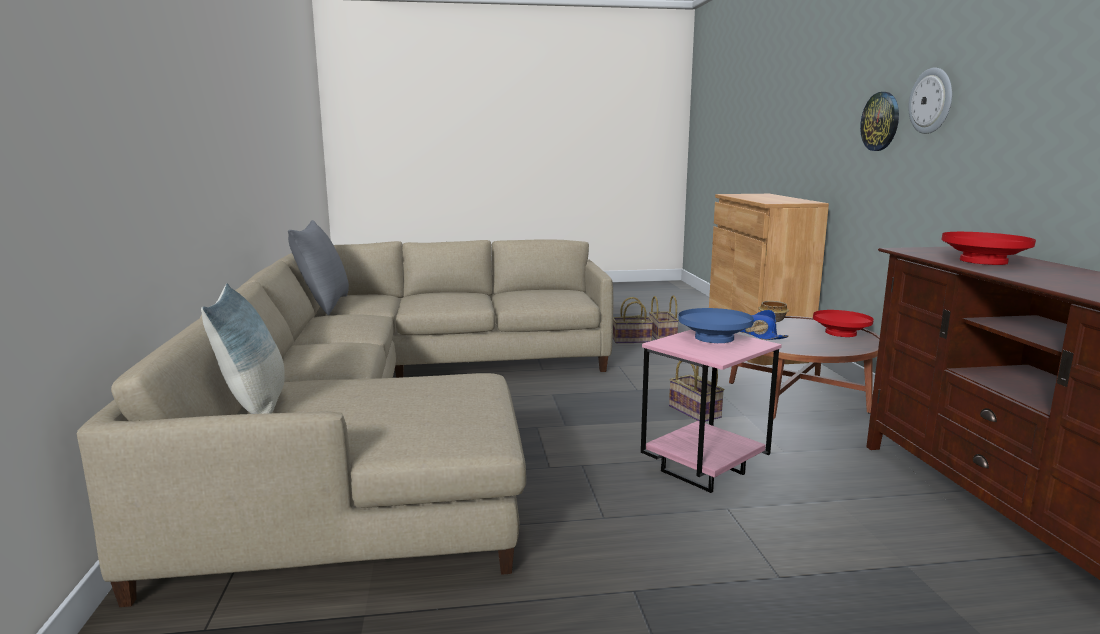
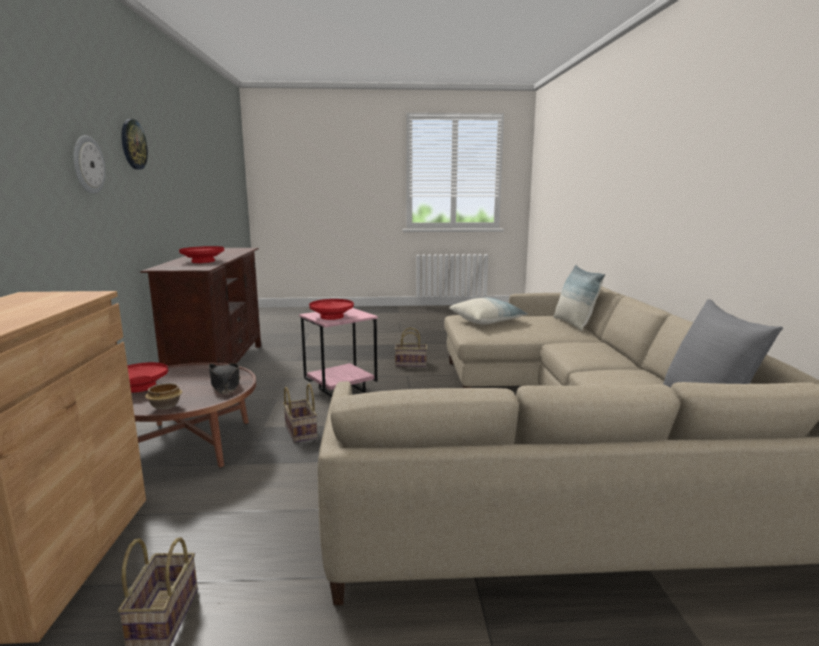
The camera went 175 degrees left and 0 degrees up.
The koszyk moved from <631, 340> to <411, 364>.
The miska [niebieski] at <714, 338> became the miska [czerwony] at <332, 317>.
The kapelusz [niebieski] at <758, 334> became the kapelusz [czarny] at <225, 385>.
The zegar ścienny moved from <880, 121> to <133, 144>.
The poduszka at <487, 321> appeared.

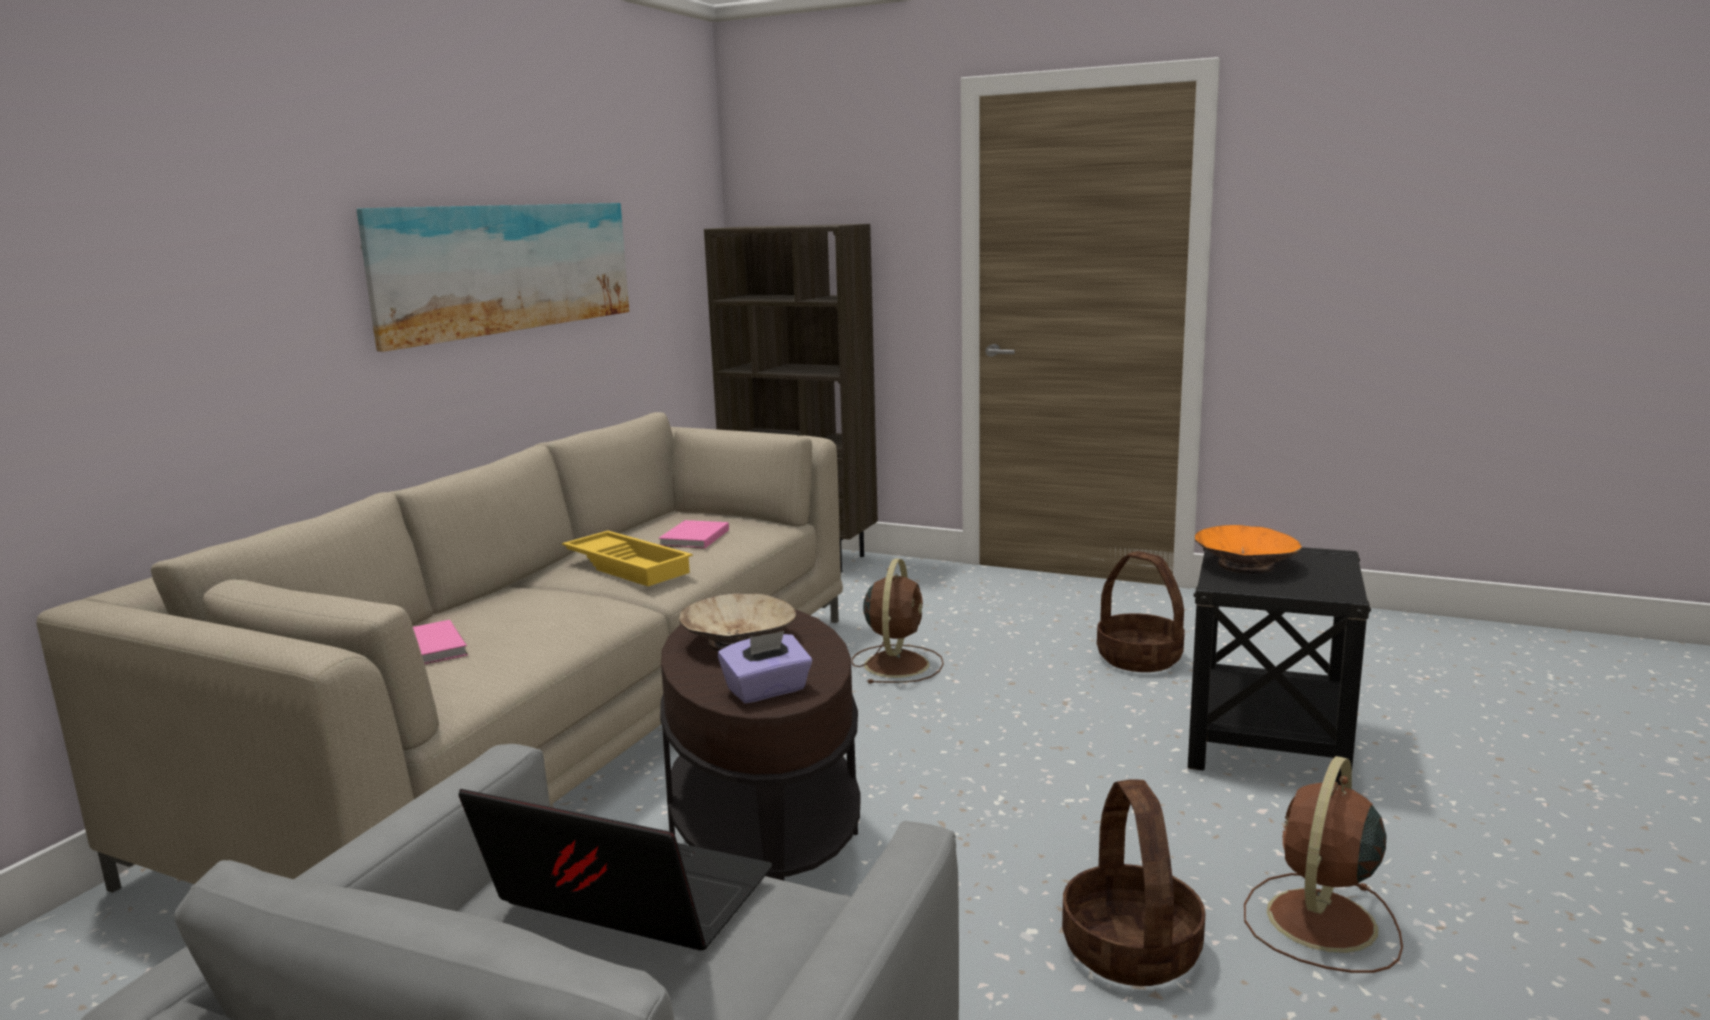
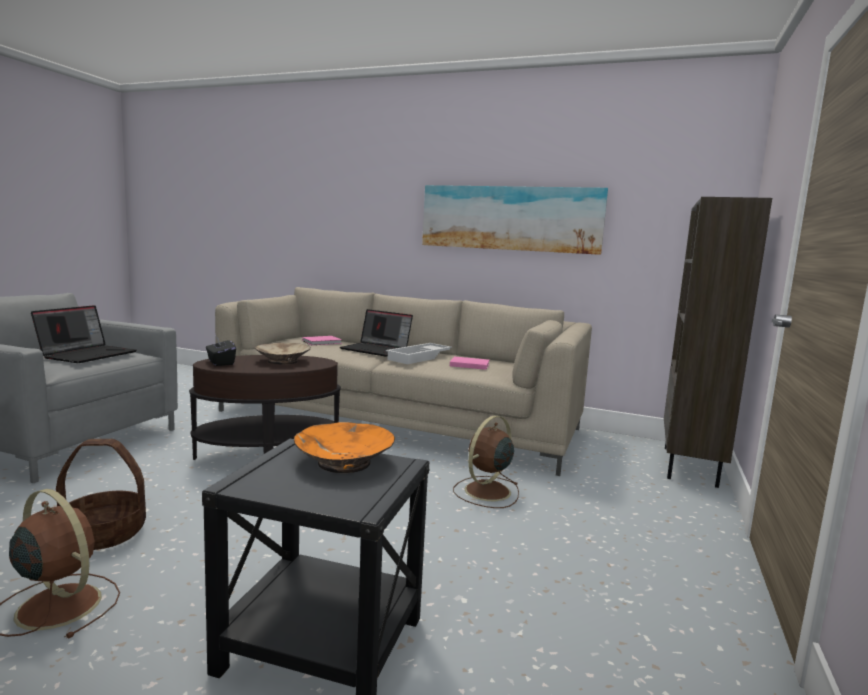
The camera went 85 degrees right and 5 degrees down.
The taca [żółty] at <630, 566> became the taca [biały] at <419, 358>.
The pudełko chusteczek [fioletowy] at <767, 691> became the pudełko chusteczek [czarny] at <220, 363>.
The wentylator [brązowy] at <897, 663> turned 120 degrees clockwise.
The koszyk at <1140, 658> disappeared.
The laptop at <376, 350> appeared.

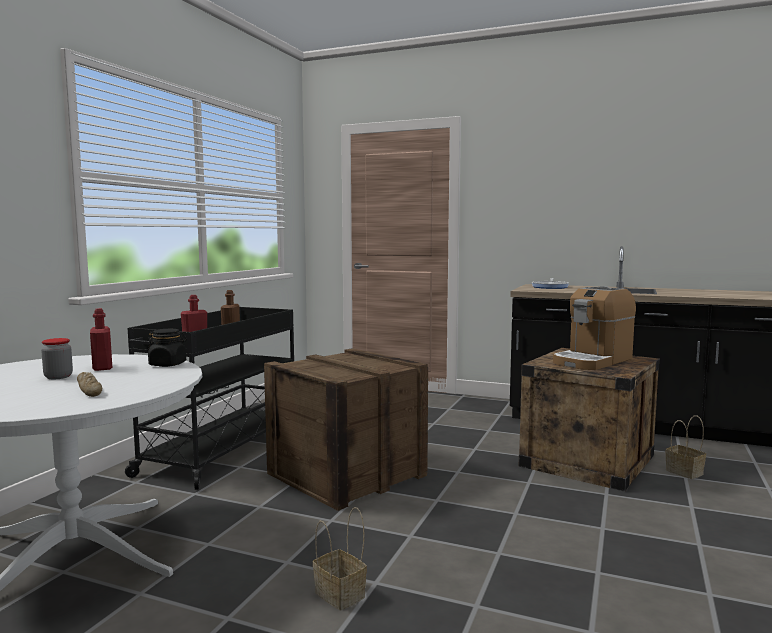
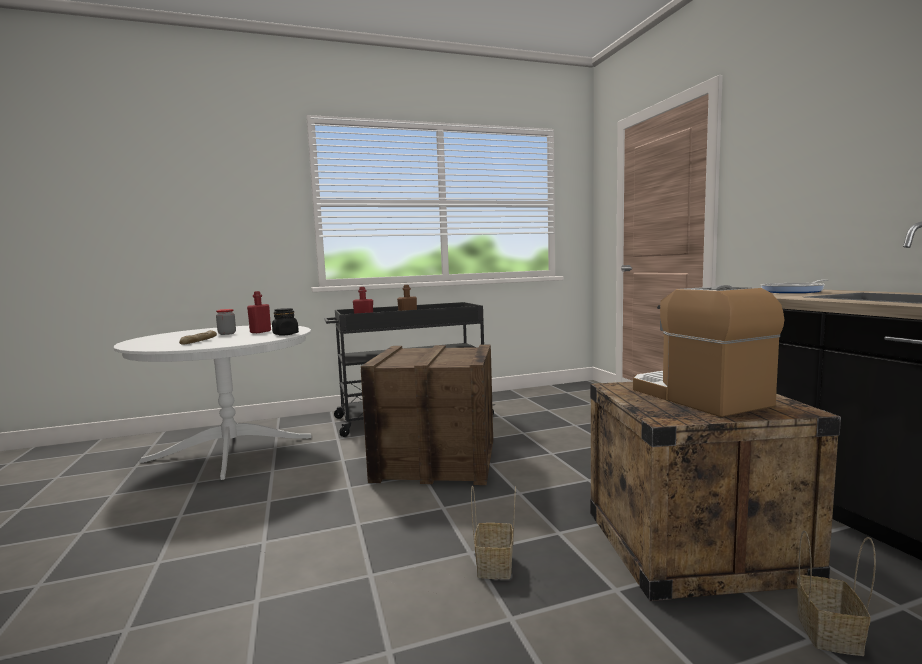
The camera went 50 degrees right and 0 degrees up.
The koszyk moved from <341, 595> to <495, 566>.
The ekspres do kawy at <592, 361> turned 60 degrees clockwise.

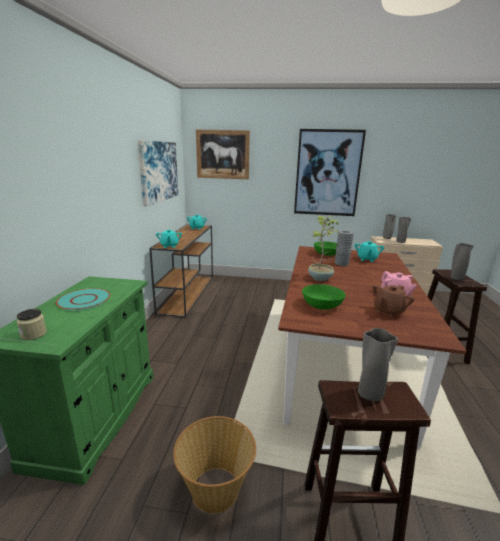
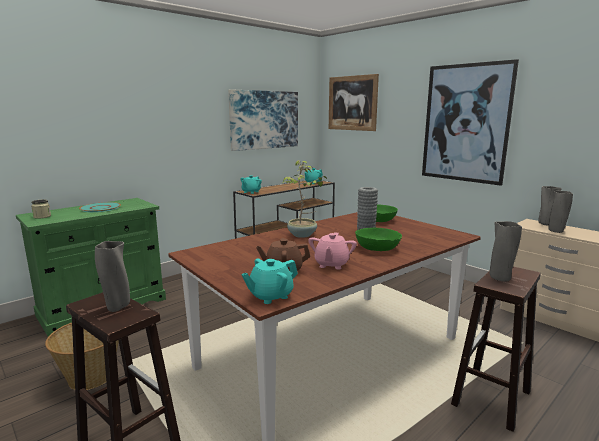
The camera went 40 degrees right and 5 degrees down.
The miska [zielony] moved from <322, 304> to <377, 247>.
The imbryk [turkusowy] moved from <367, 259> to <270, 296>.

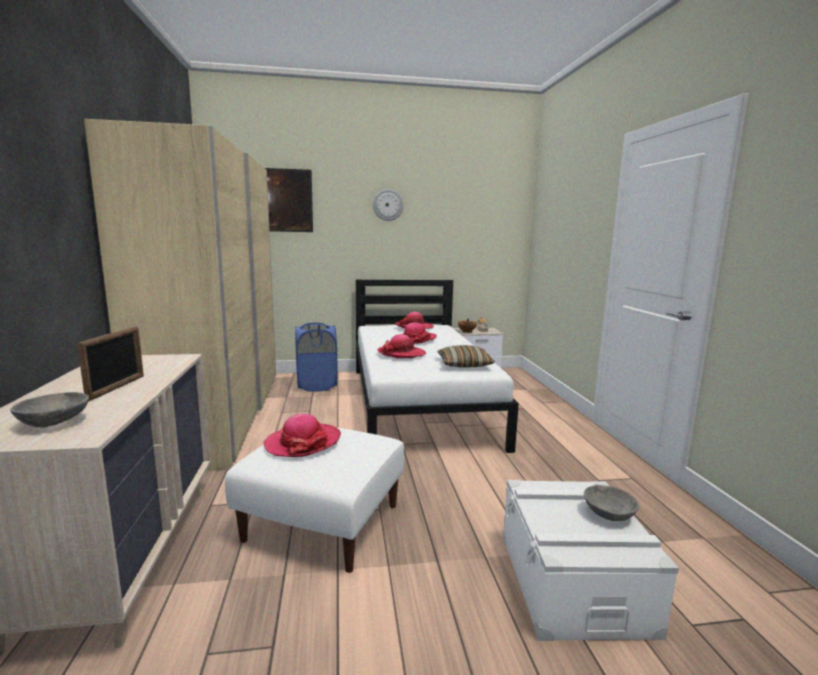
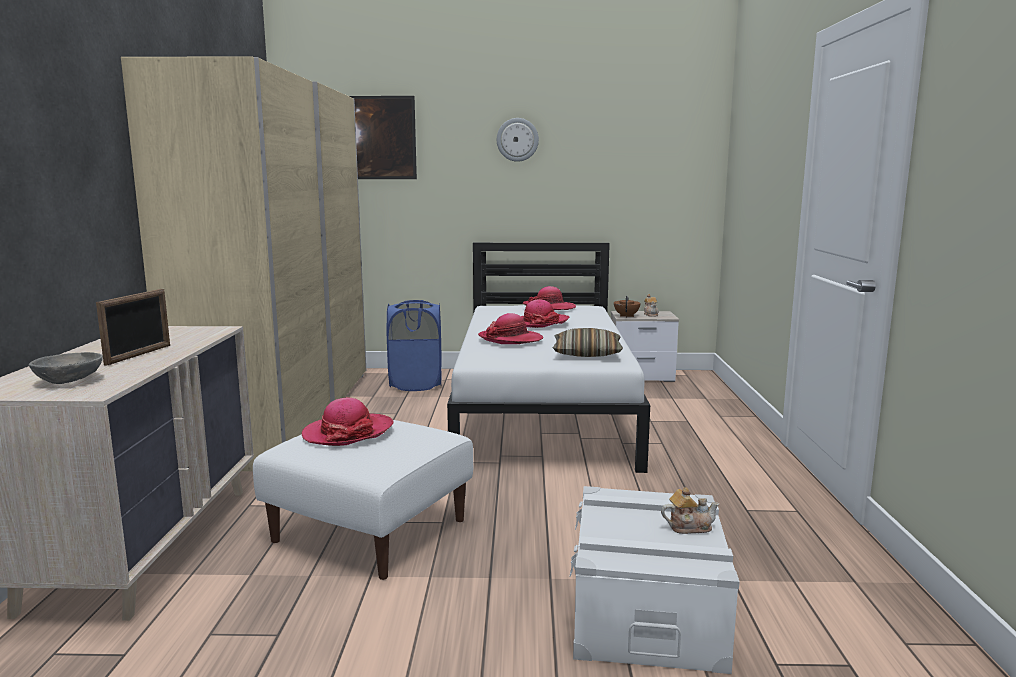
The camera went 10 degrees right and 0 degrees up.
The miska [szary] at <607, 514> was replaced by the imbryk at <688, 527>.

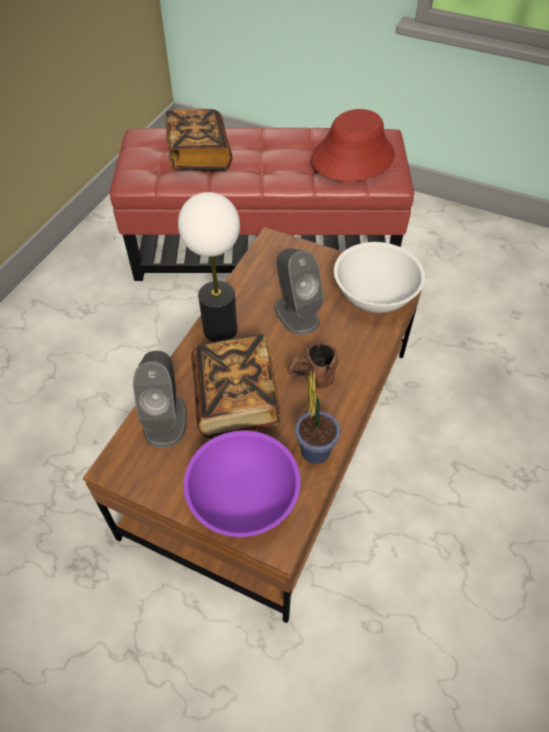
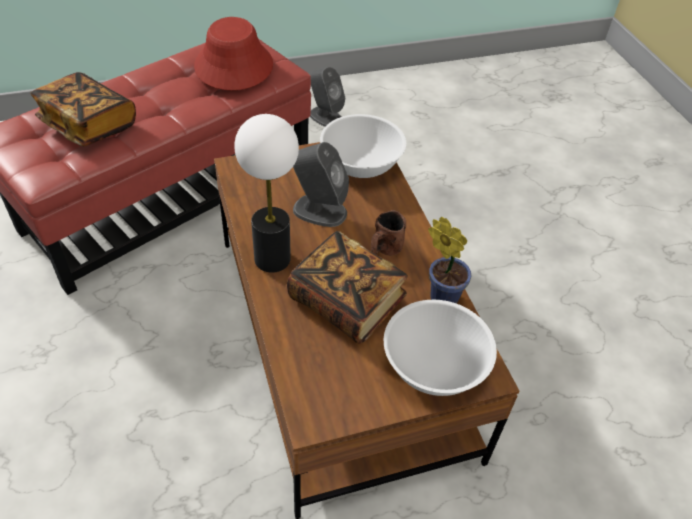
The camera went 45 degrees left and 5 degrees down.
The głośnik [szary] moved from <165, 419> to <325, 117>.
The miska [fioletowy] at <242, 499> became the miska [biały] at <433, 367>.

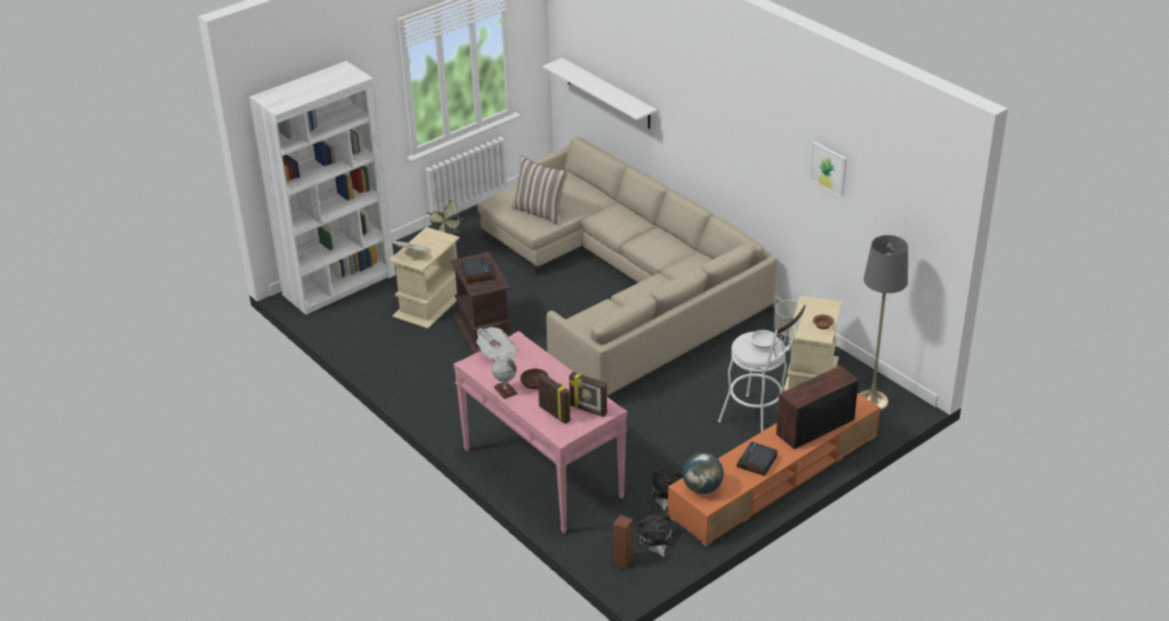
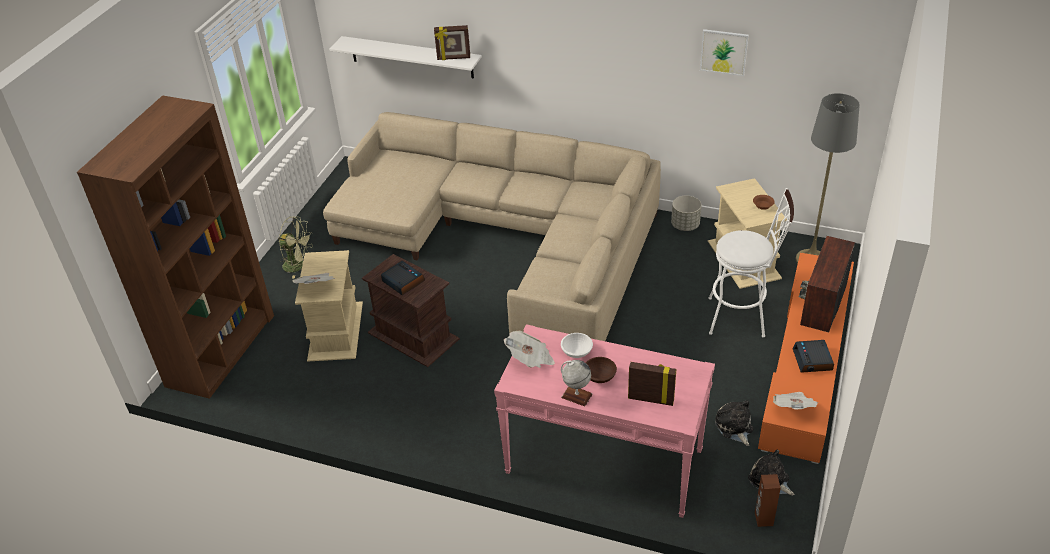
The camera went 30 degrees left and 5 degrees up.
The regał [biały] at <339, 284> became the regał [brązowy] at <221, 350>.
The poduszka at <540, 212> disappeared.
The ramka na zdjęcie moved from <588, 410> to <453, 58>.
The globus at <702, 488> was replaced by the gazeta at <793, 408>.
The miska [biały] moved from <762, 345> to <576, 352>.

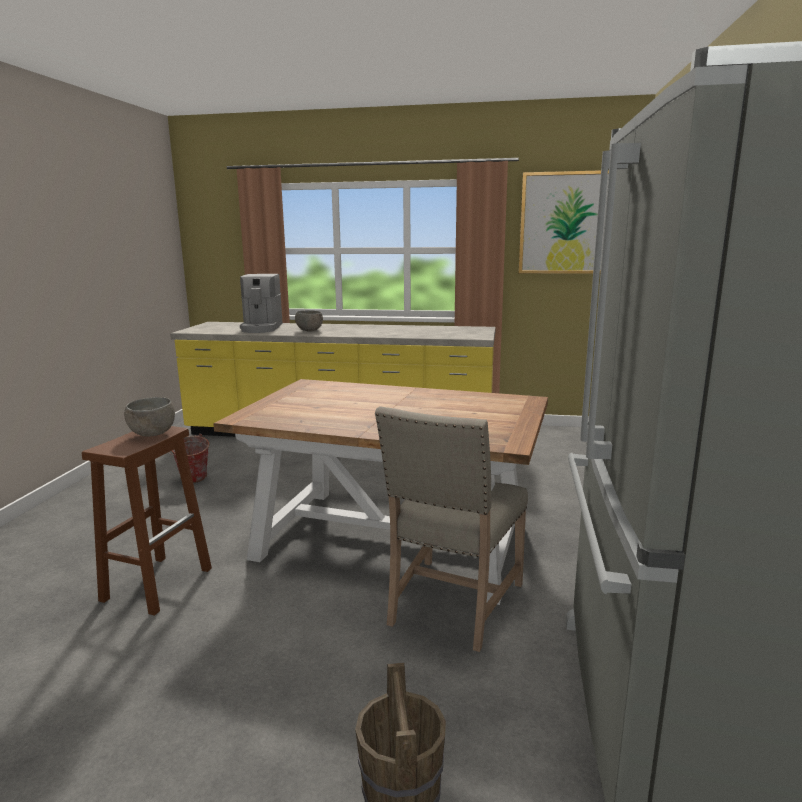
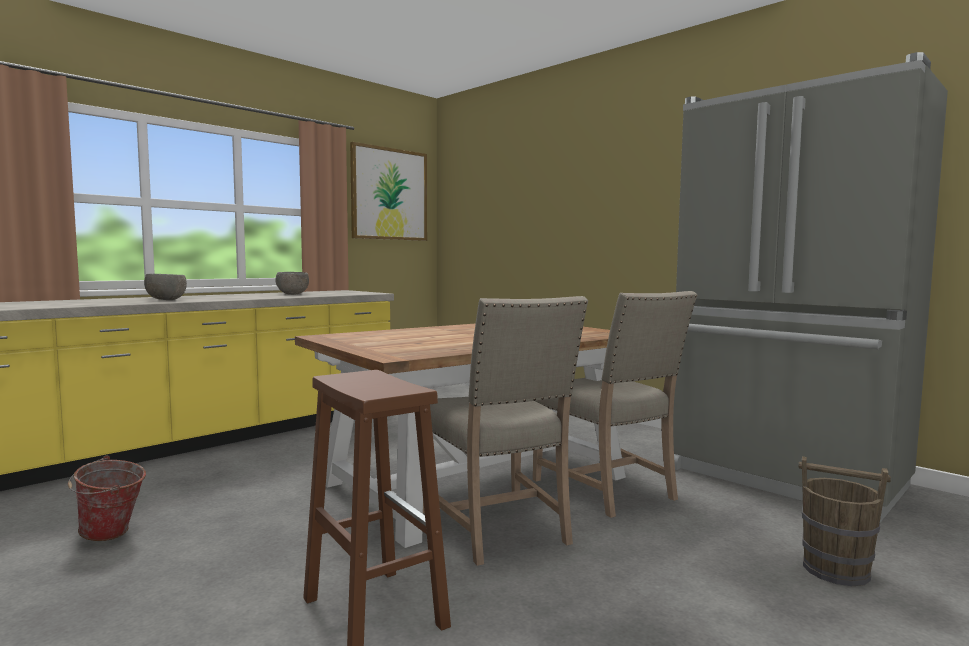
The camera went 55 degrees left and 10 degrees down.
The miska [szary] moved from <151, 434> to <292, 294>.
The ekspres do kawy at <261, 328> disappeared.
The krzesło [beżowy] at <497, 528> appeared.

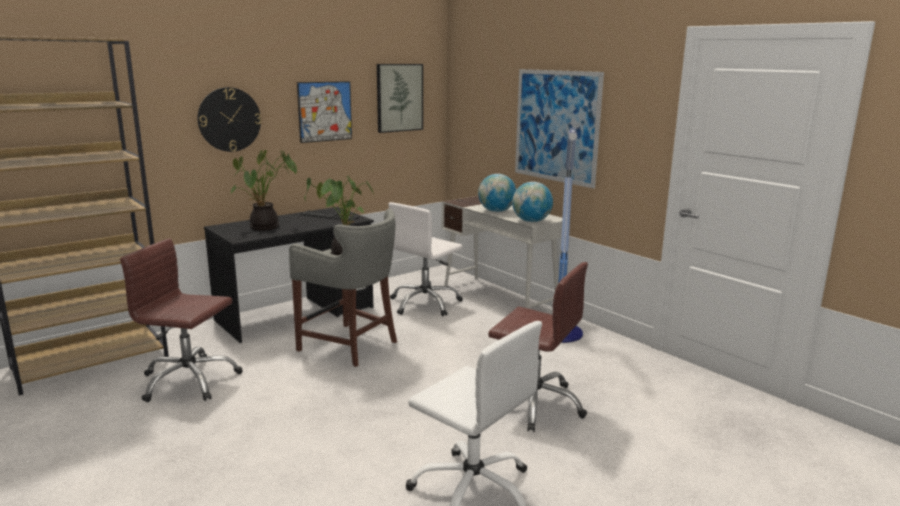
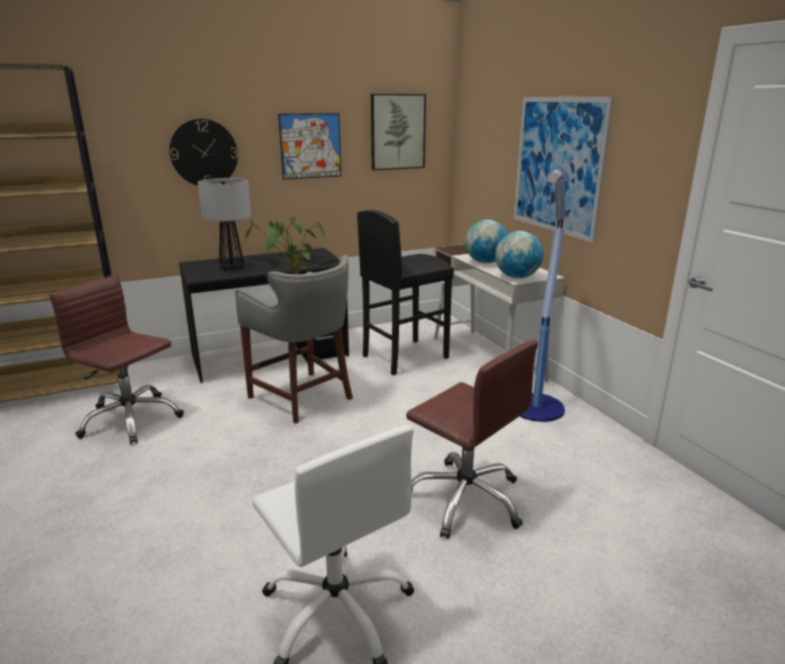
The camera went 15 degrees right and 5 degrees up.
The roślina doniczkowa at <264, 228> was replaced by the lampa stołowa at <232, 267>.
The krzesło biurowe [biały] at <425, 304> was replaced by the stołek [czarny] at <404, 357>.

